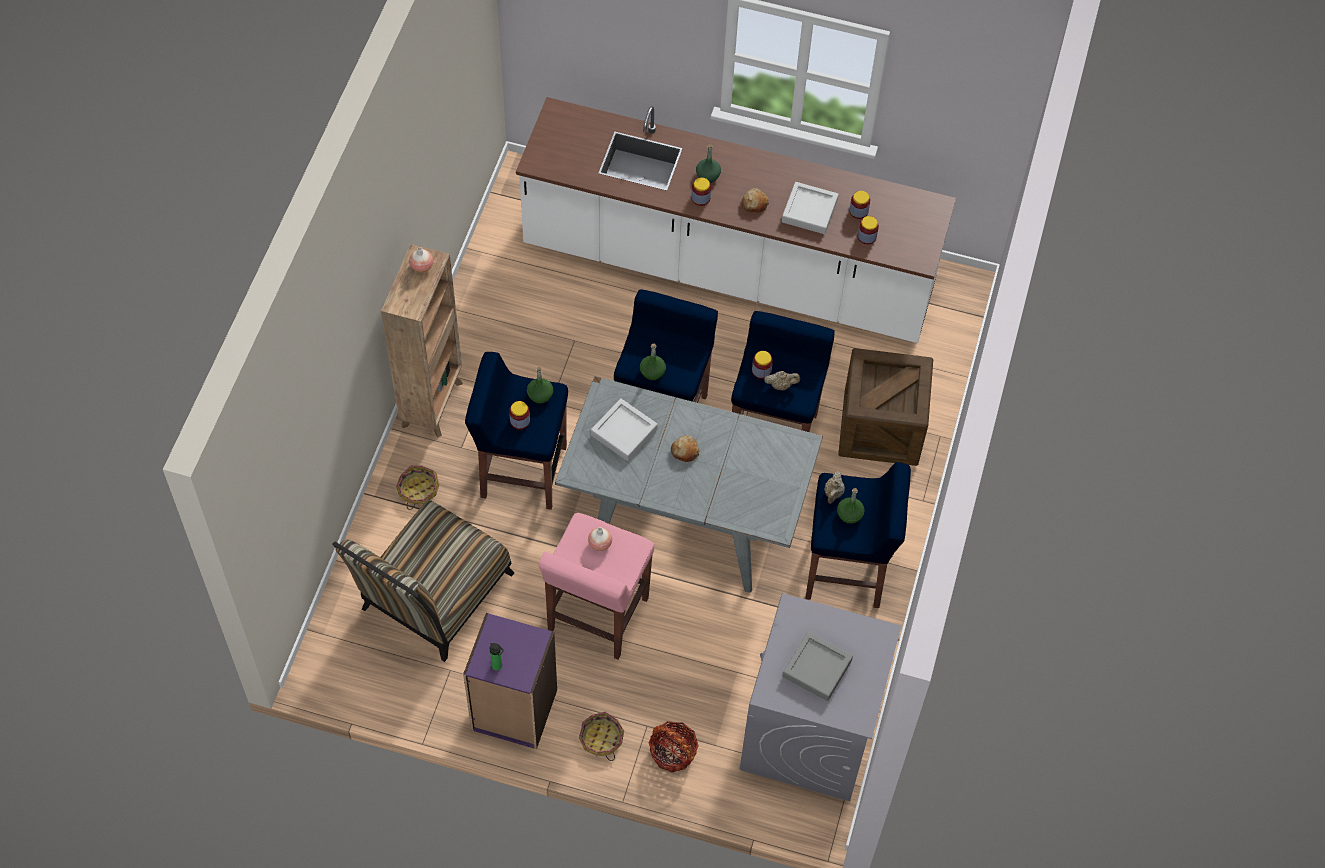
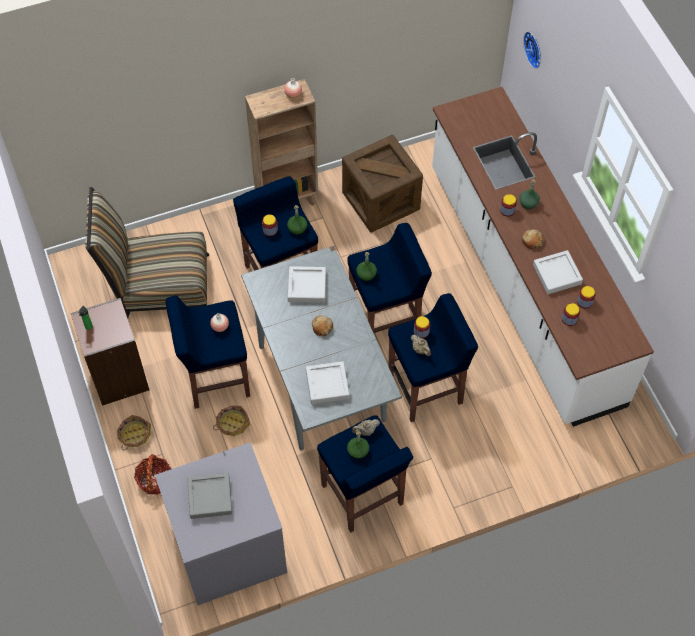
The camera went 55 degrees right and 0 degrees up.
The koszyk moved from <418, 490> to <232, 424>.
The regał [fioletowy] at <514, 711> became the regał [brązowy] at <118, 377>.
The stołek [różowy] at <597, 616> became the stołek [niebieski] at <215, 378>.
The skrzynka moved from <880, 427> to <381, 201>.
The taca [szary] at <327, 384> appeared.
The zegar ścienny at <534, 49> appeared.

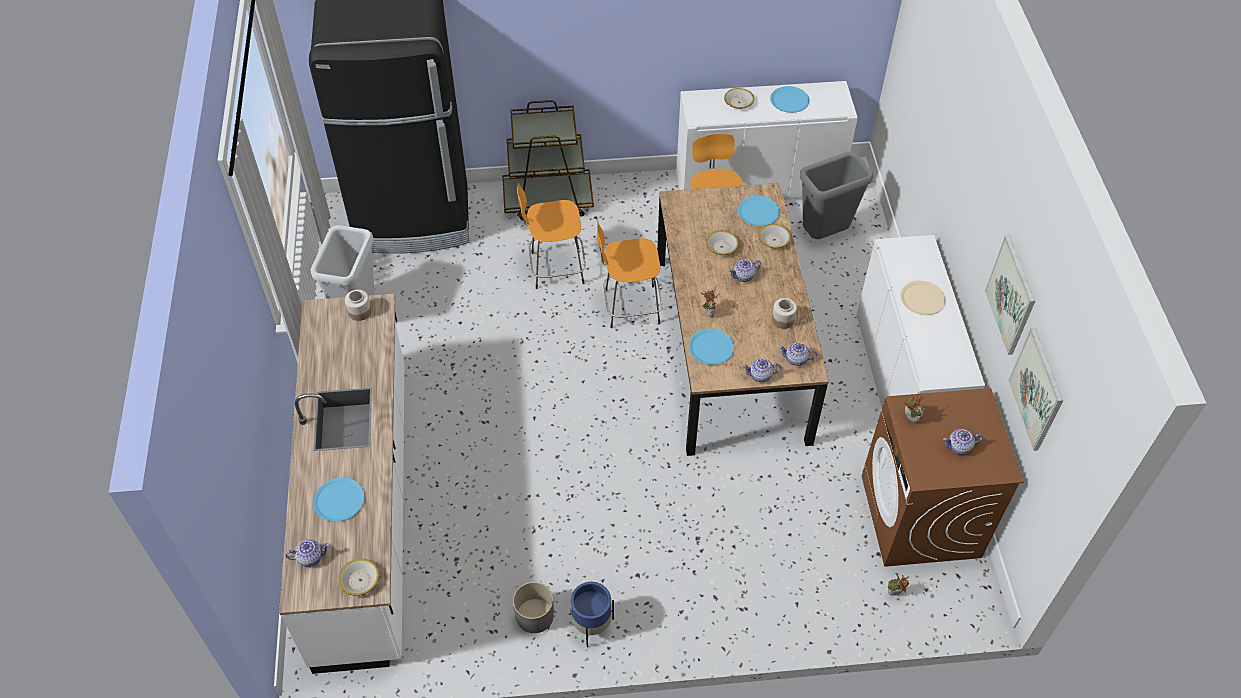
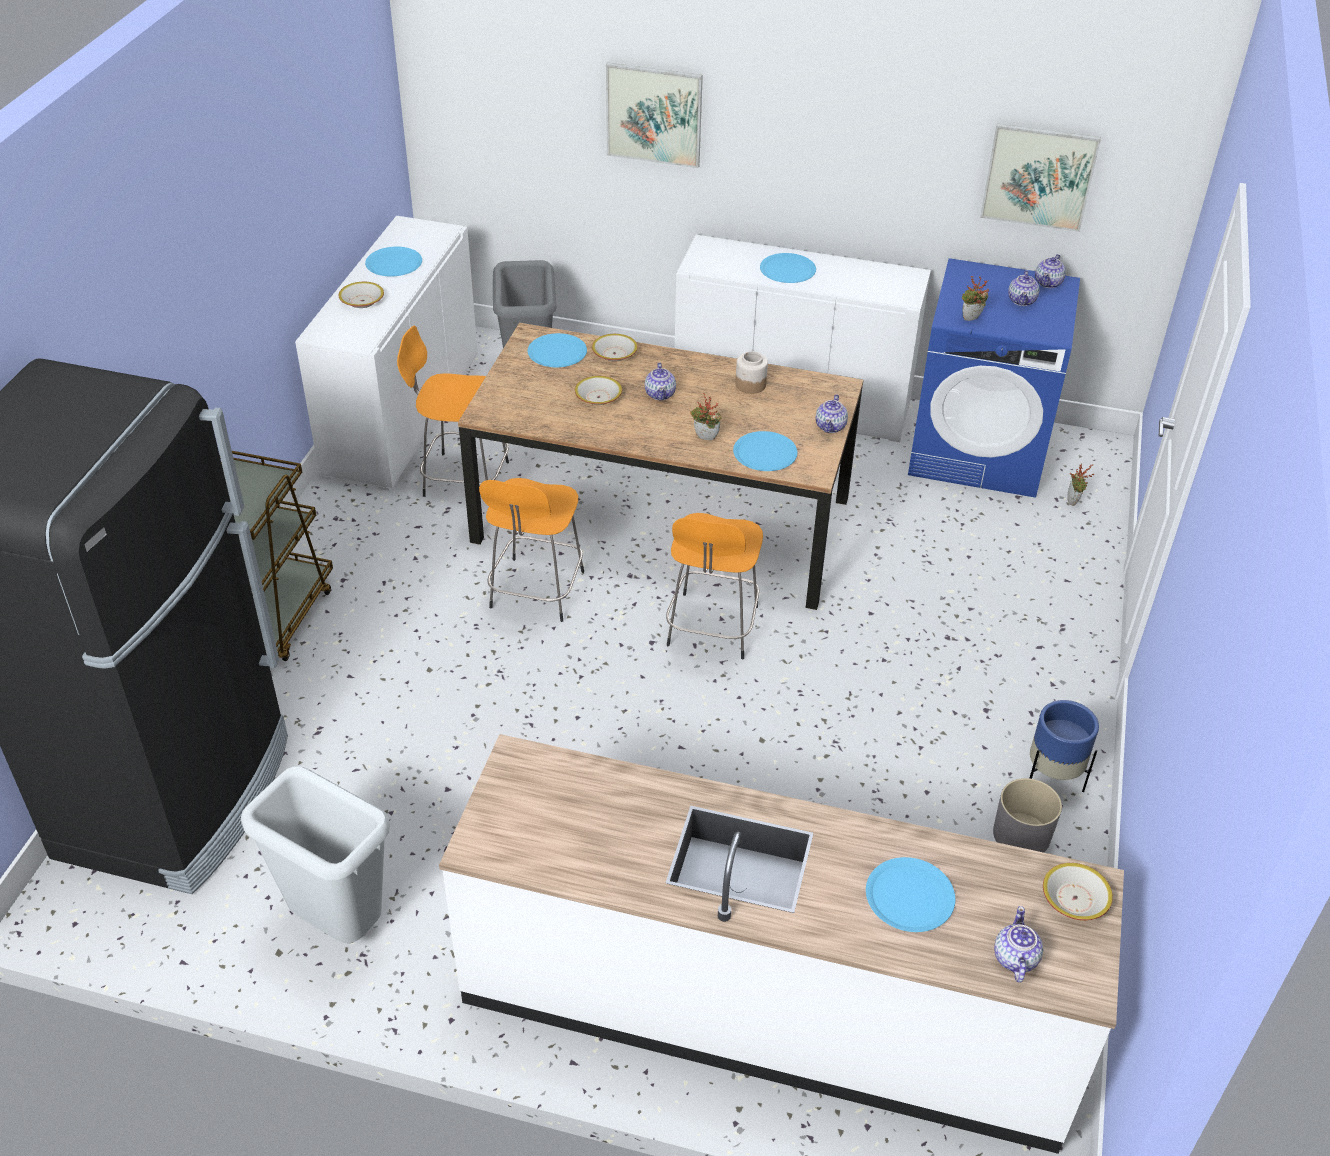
The camera went 70 degrees left and 10 degrees down.
The słoik at <360, 312> disappeared.
The stołek [pomarańczowy] moved from <555, 268> to <711, 628>.
The imbryk moved from <796, 359> to <1048, 283>.
The pralka [brązowy] at <920, 517> became the pralka [niebieski] at <979, 450>.
The talerz [beżowy] at <922, 298> became the talerz [niebieski] at <787, 270>.
The obraz moved from <1011, 295> to <654, 115>.

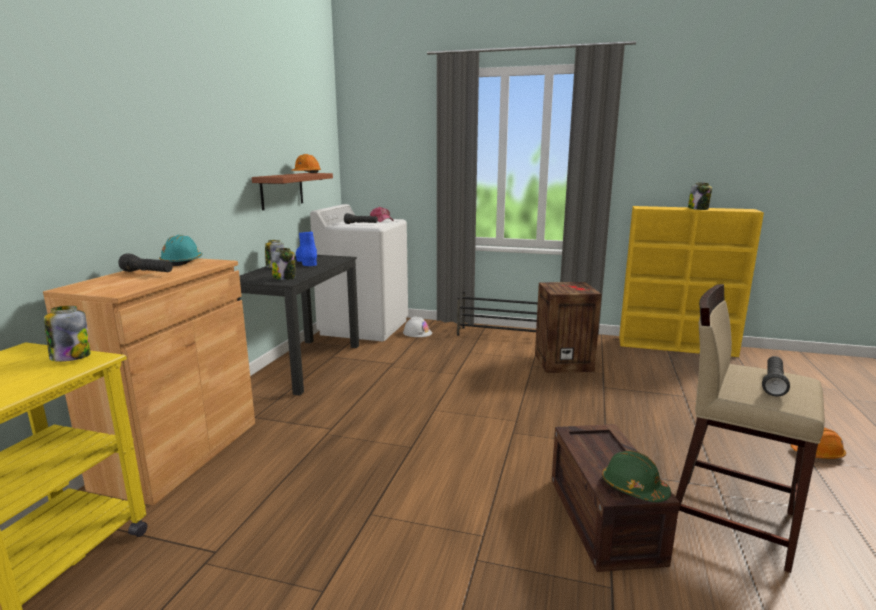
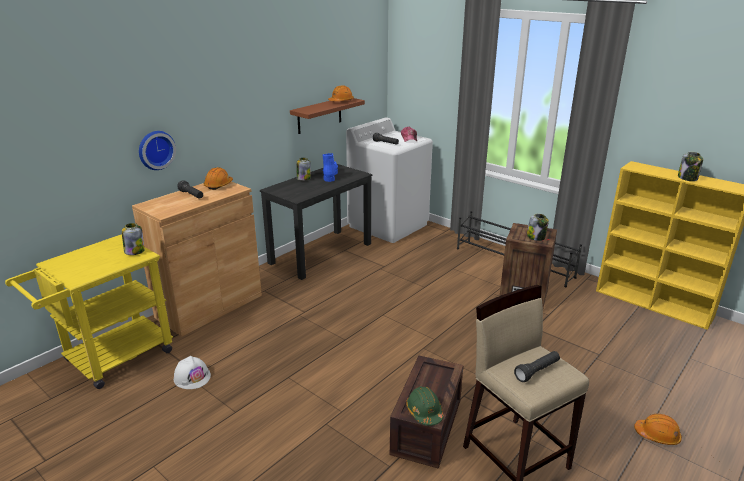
The camera went 25 degrees right and 10 degrees up.
The kask [turkusowy] at <182, 262> became the kask [pomarańczowy] at <218, 185>.
The słoik moved from <284, 278> to <536, 237>.
The kask [biały] moved from <417, 333> to <192, 377>.
The zegar ścienny at <155, 149> appeared.

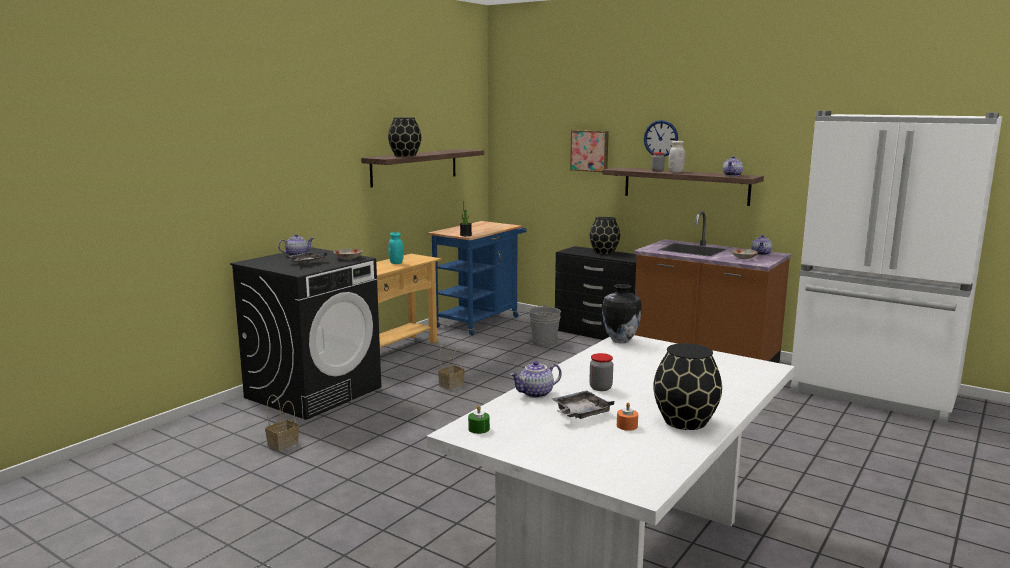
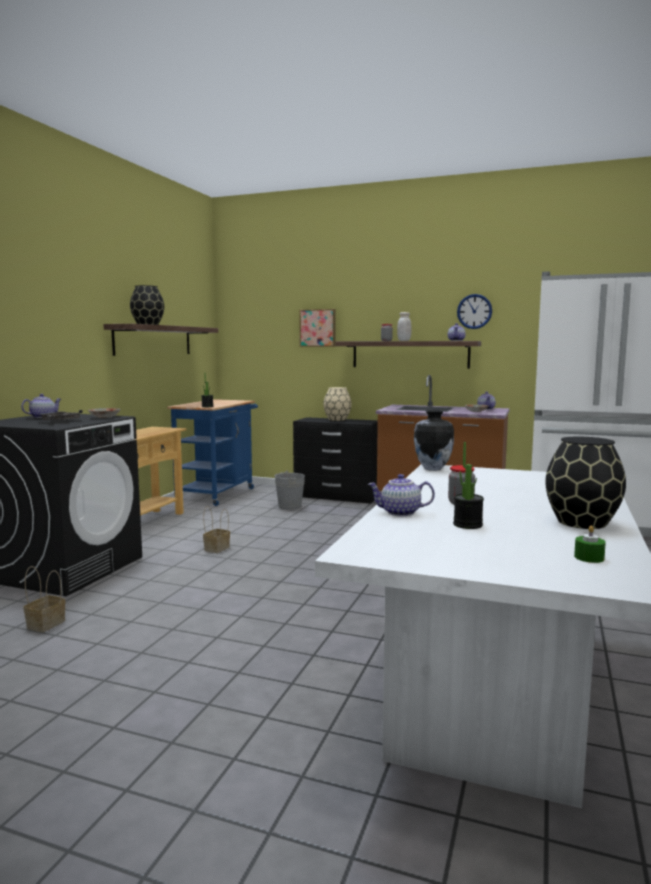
The camera went 15 degrees left and 5 degrees down.
The słoik [turkusowy] at <396, 263> disappeared.
The świeca [zielony] moved from <479, 429> to <589, 557>.
The imbryk at <536, 394> turned 45 degrees clockwise.
The taca [szary] at <580, 413> was replaced by the roślina doniczkowa at <467, 525>.
The wazon [czarny] at <604, 252> became the wazon [beżowy] at <337, 419>.
The świeca [pomarańczowy] at <627, 426> disappeared.
The zegar ścienny moved from <661, 138> to <474, 311>.

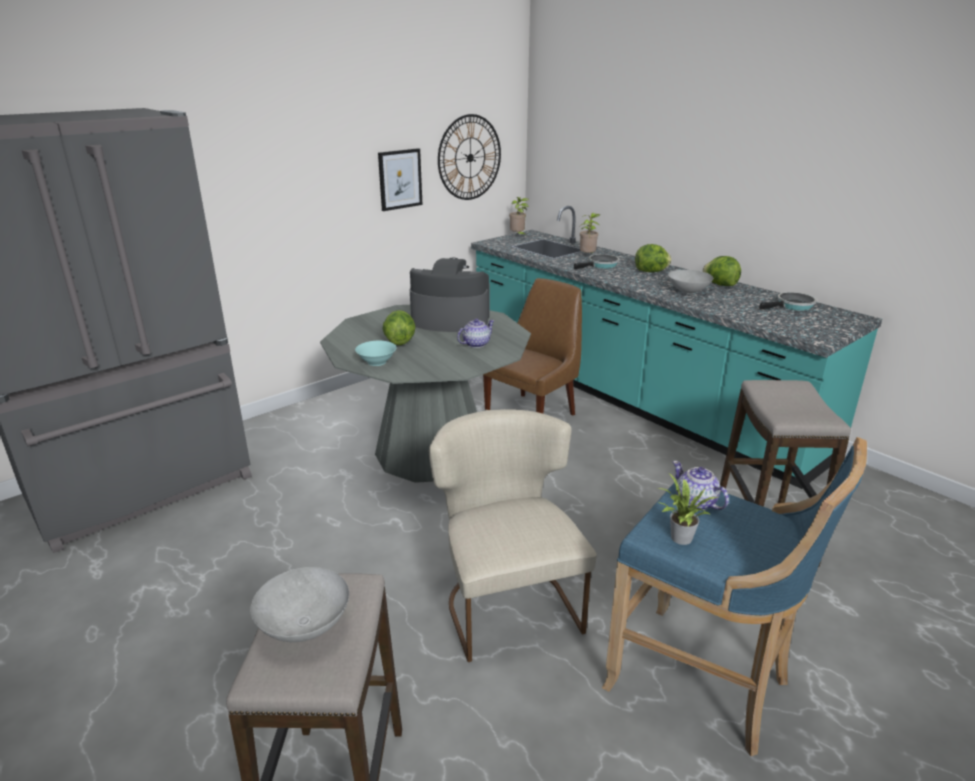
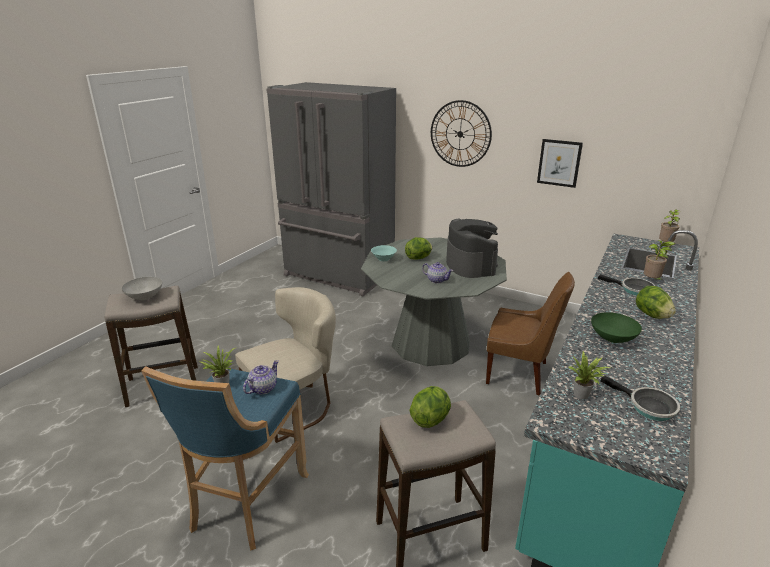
The camera went 70 degrees right and 0 degrees up.
The zegar ścienny moved from <470, 157> to <460, 134>.
The miska [szary] at <689, 292> became the miska [zielony] at <613, 339>.
The sałata moved from <720, 284> to <430, 419>.
The roślina doniczkowa at <583, 395> appeared.

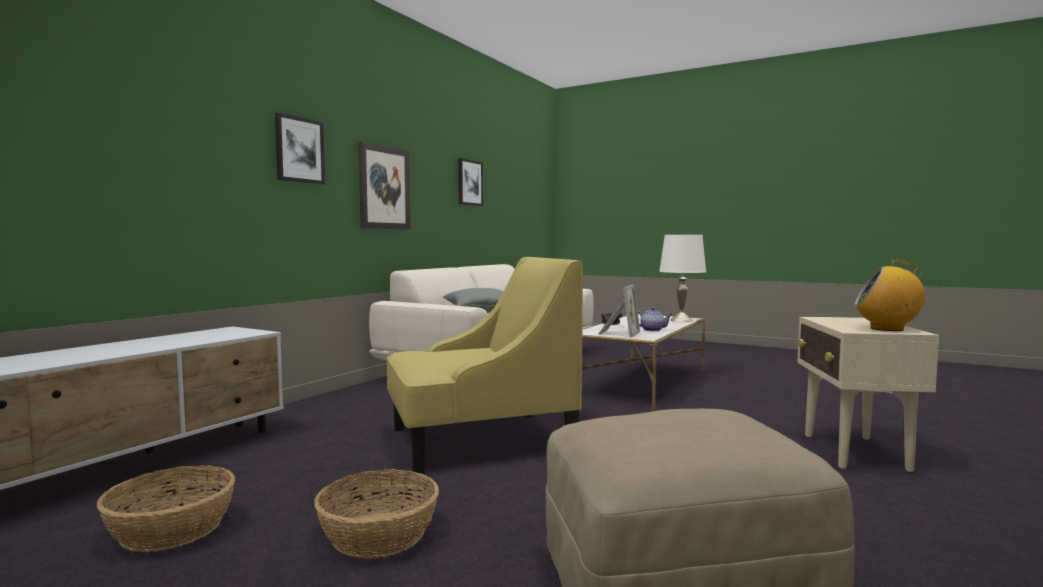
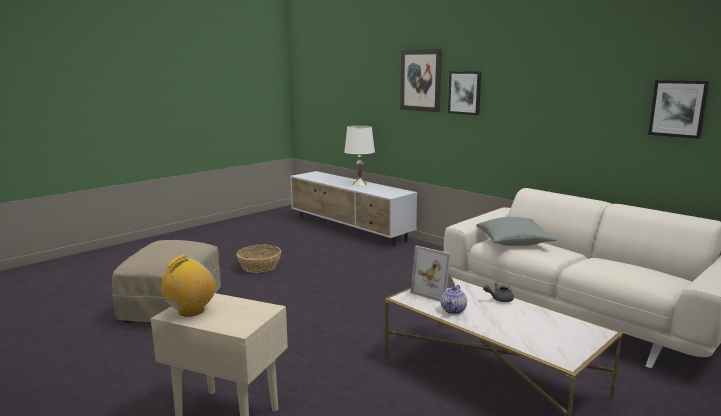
The camera went 105 degrees right and 10 degrees up.
The koszyk at <171, 529> disappeared.
The obraz moved from <384, 188> to <421, 80>.
The fotel [żółty] at <479, 440> disappeared.
The lampa stołowa [biały] moved from <680, 320> to <360, 184>.

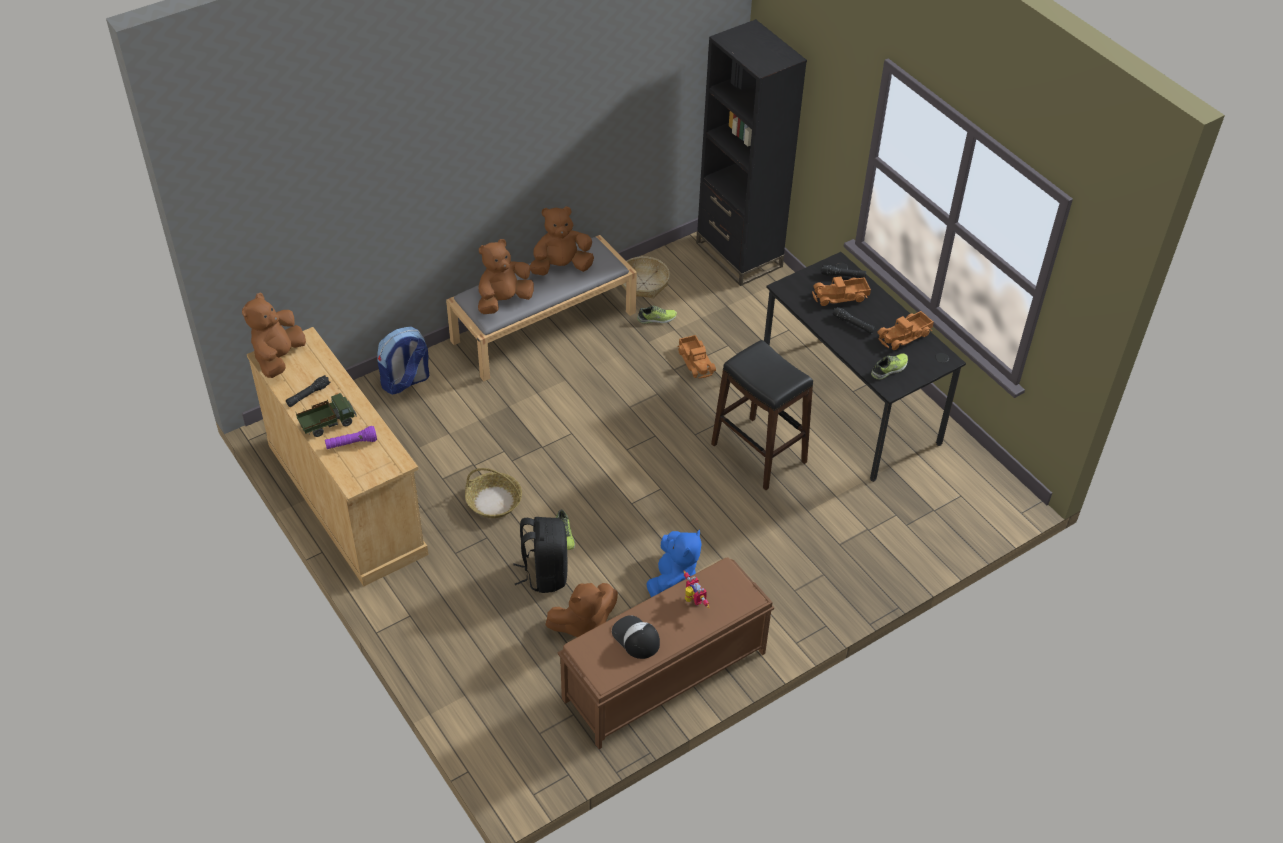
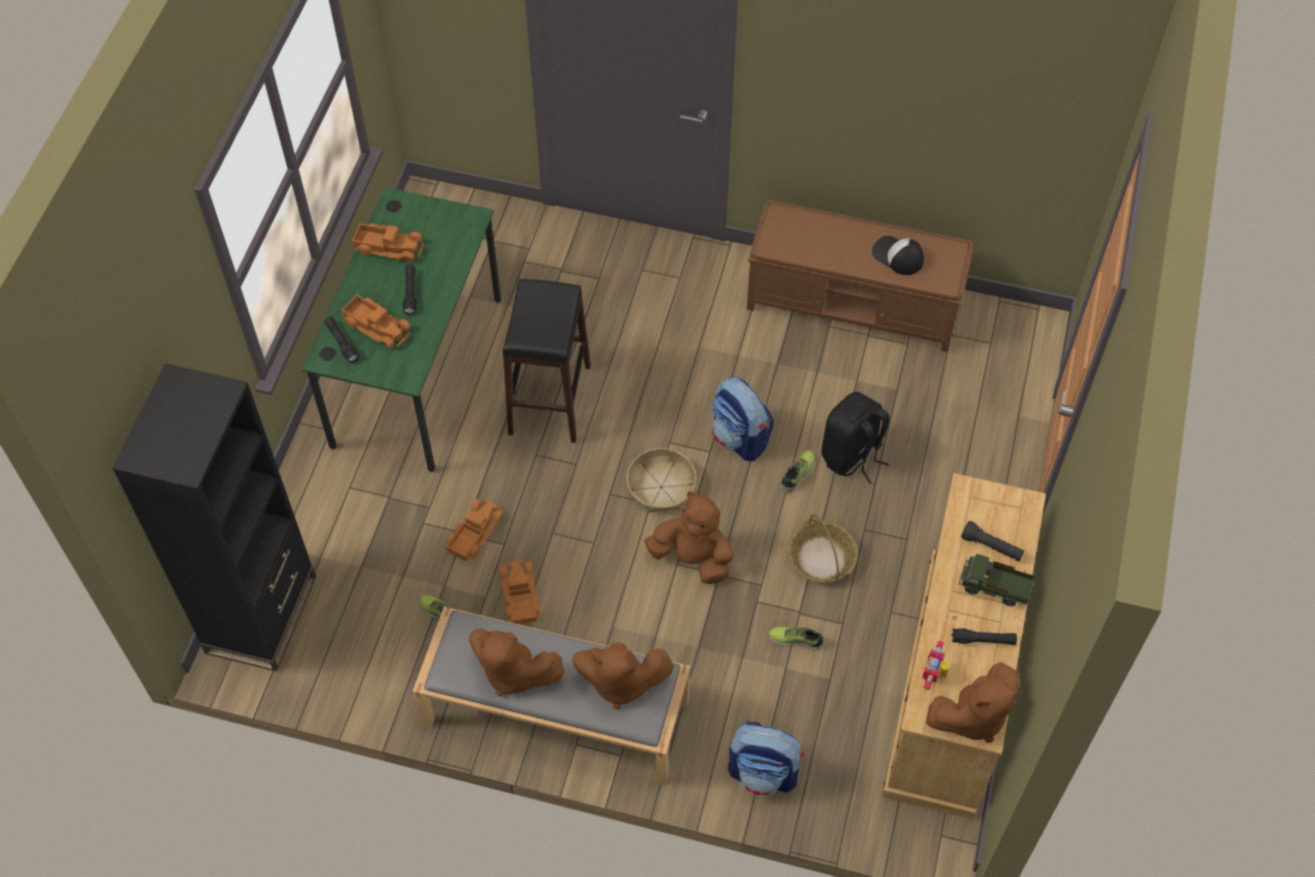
The camera went 130 degrees left and 10 degrees up.
The latarka [fioletowy] at <351, 444> became the latarka [czarny] at <991, 547>.
The pluszak [brązowy] moved from <583, 624> to <693, 558>.
The czapka z daszkiem at <635, 638> turned 120 degrees clockwise.
The koszyk moved from <643, 283> to <661, 487>.
The pluszak [niebieski] at <673, 579> disappeared.
The robot zabawkowy moved from <693, 600> to <934, 675>.
The biurko [czarny] at <849, 406> became the biurko [zielony] at <417, 371>.
The but moved from <889, 369> to <796, 639>.
The ciężarówka zabawkowa at <519, 596> appeared.
The plecak at <740, 438> appeared.

